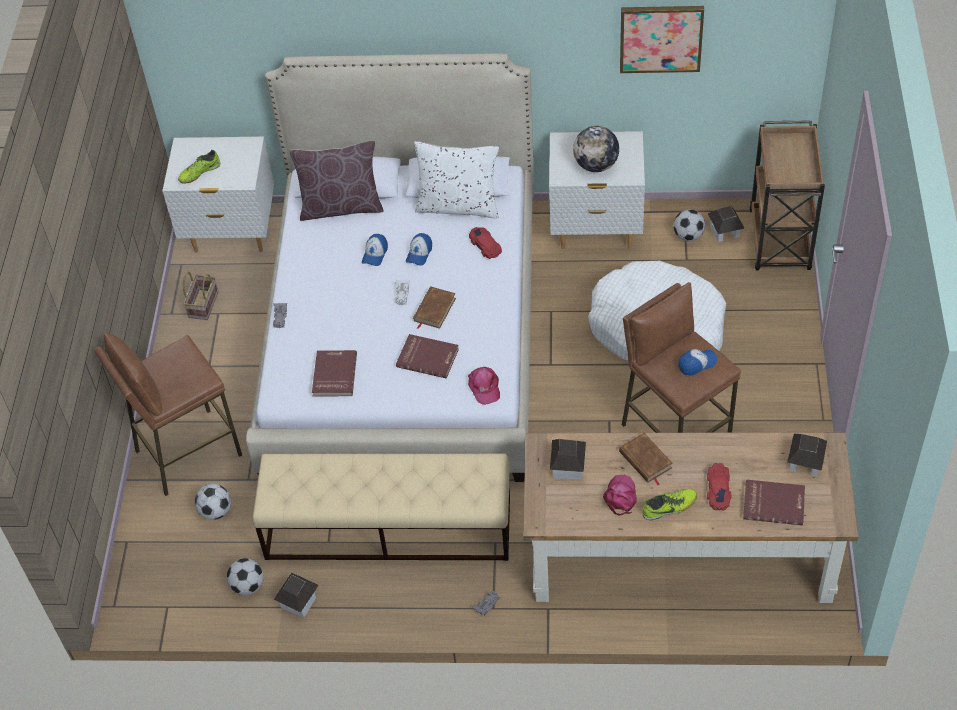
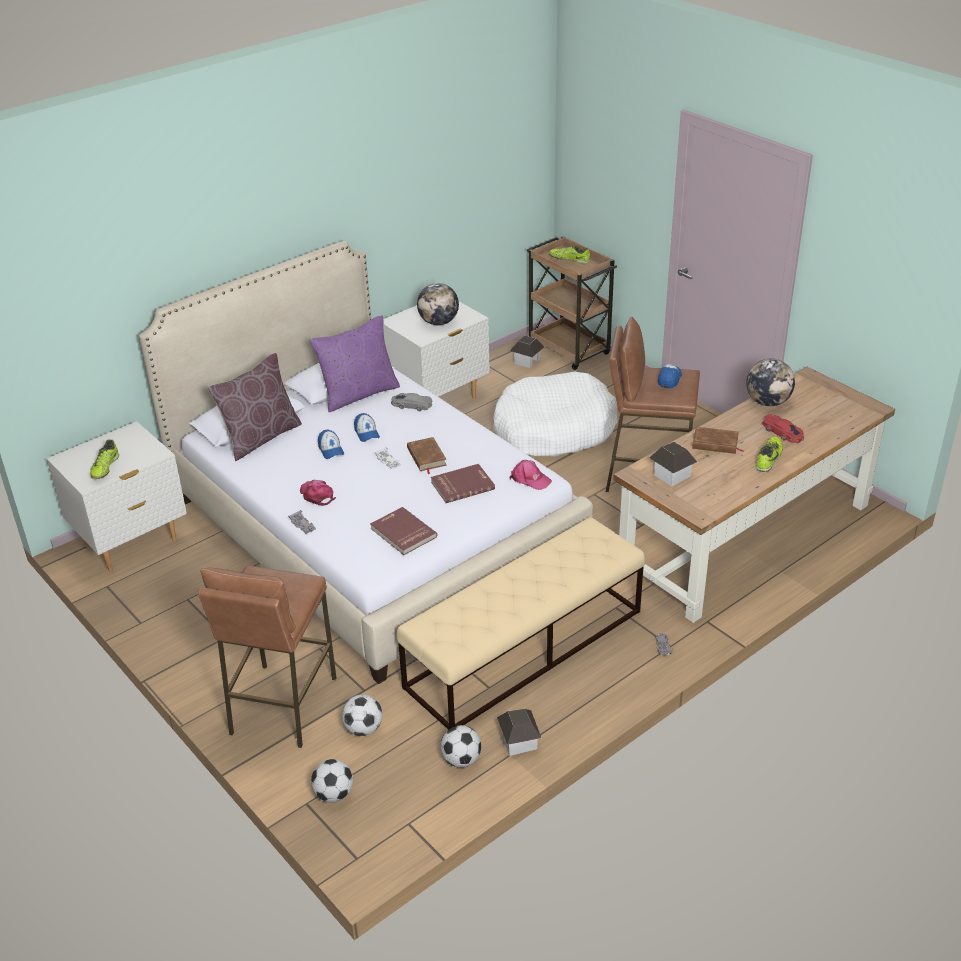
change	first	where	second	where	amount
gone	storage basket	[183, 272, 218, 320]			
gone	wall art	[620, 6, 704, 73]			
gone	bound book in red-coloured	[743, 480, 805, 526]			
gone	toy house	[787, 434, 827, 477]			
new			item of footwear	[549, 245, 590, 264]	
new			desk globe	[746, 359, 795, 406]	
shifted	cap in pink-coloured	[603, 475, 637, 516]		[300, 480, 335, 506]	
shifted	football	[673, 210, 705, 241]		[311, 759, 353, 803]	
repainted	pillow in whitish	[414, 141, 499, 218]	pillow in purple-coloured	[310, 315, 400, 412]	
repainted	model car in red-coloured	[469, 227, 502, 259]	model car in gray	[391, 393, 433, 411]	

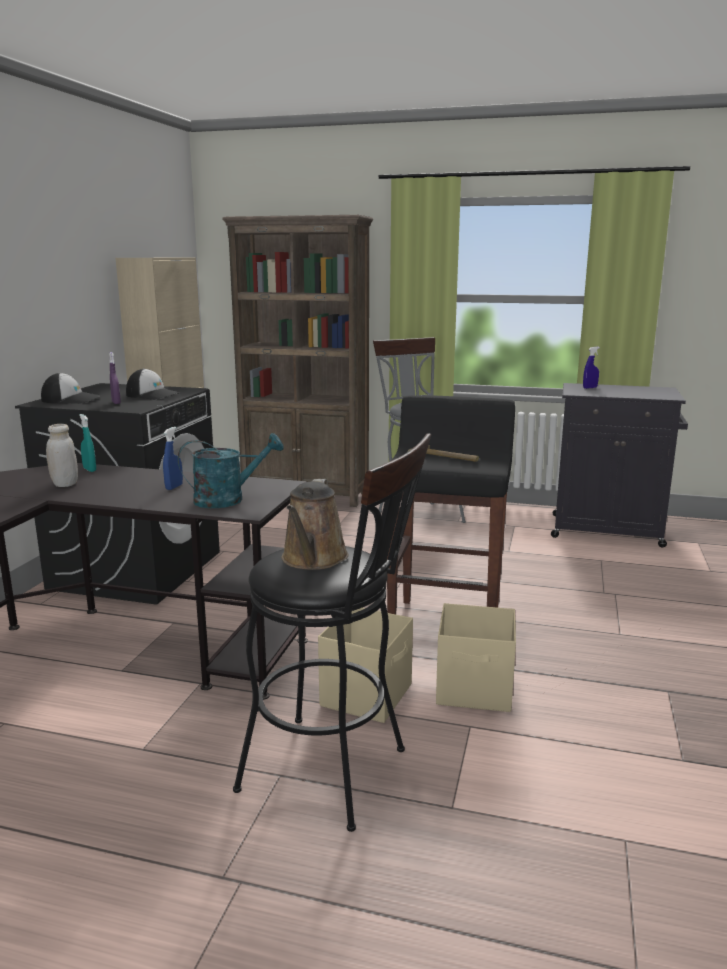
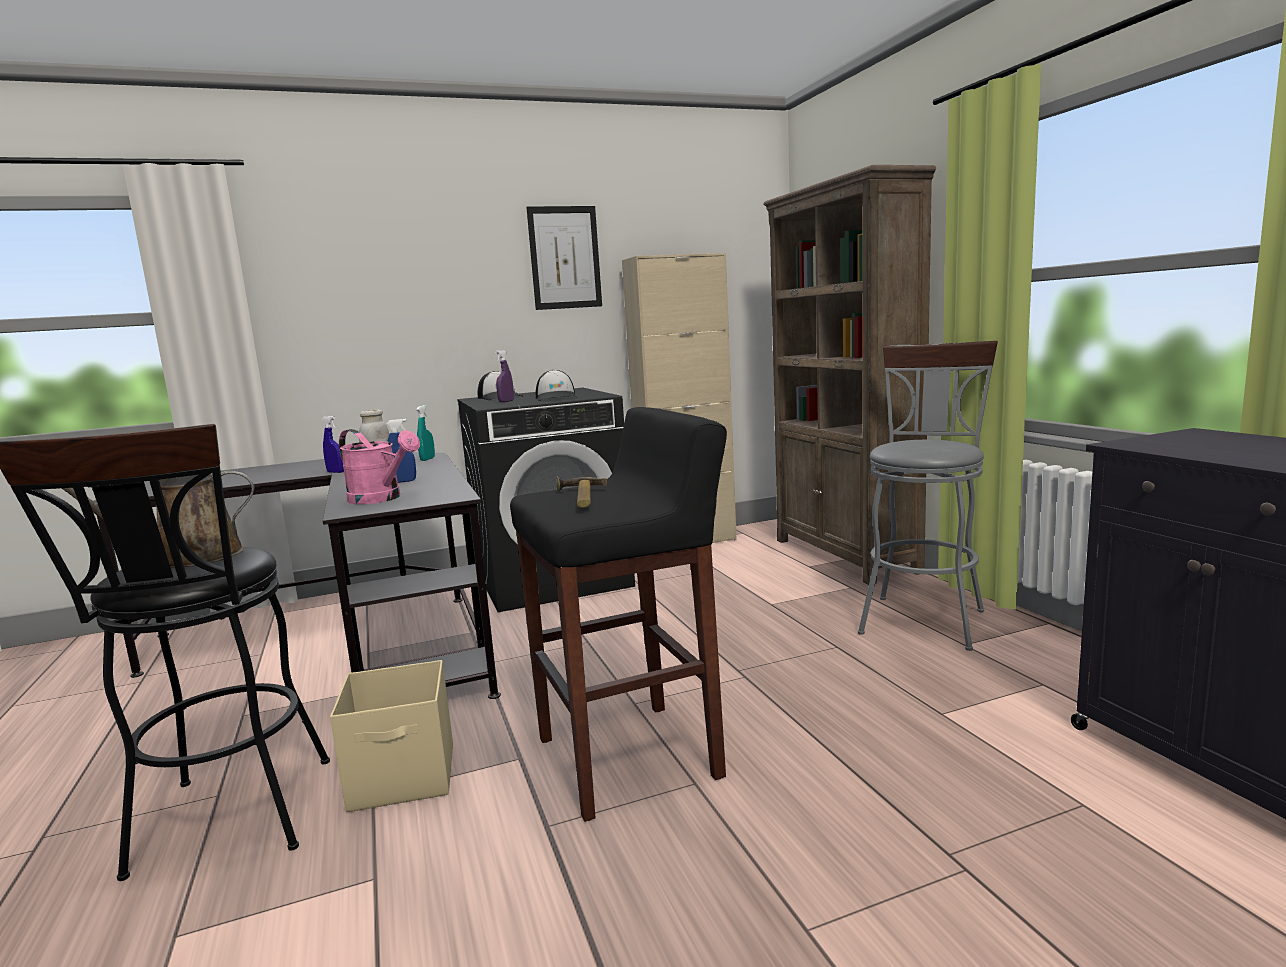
change	first	where	second	where	amount
gone	storage bin in beige	[436, 603, 516, 712]			
new			wall art	[526, 206, 602, 310]	
shifted	sprayer in blue	[583, 347, 600, 389]		[322, 416, 344, 473]	
repainted	watering can in blue-green	[178, 433, 284, 508]	watering can in pink-coloured	[339, 429, 420, 504]	

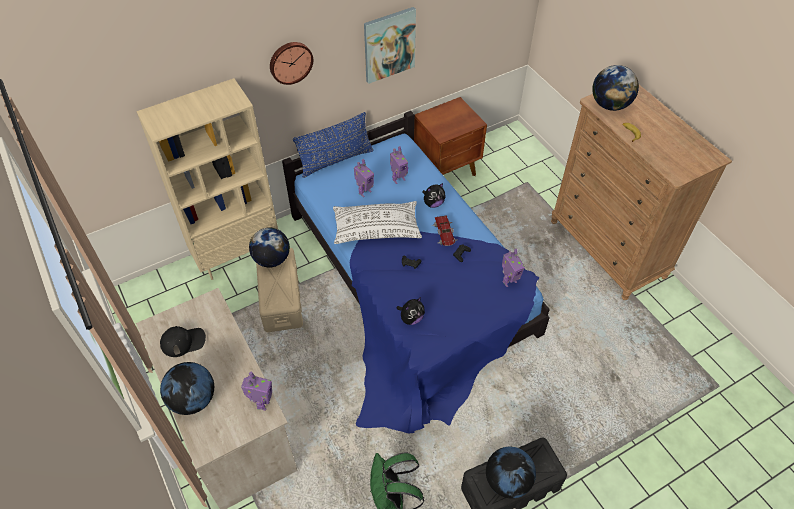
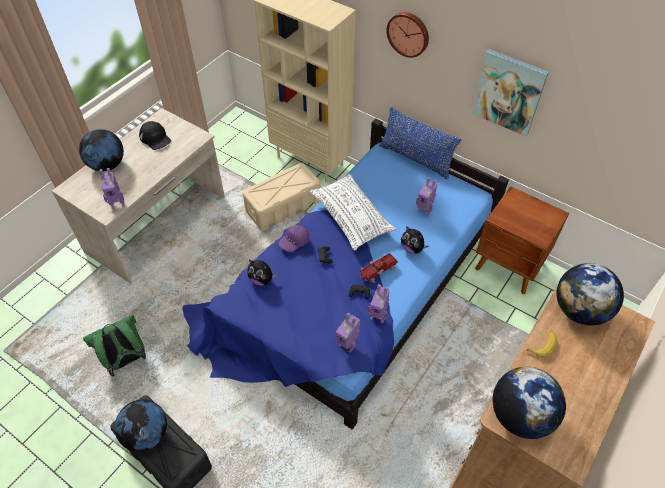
change	first	where	second	where	amount
new			cap in purple-coloured	[279, 225, 309, 252]	
shifted	desk globe	[249, 228, 290, 267]		[493, 367, 566, 439]	
shifted	toy robot	[354, 159, 374, 197]		[368, 284, 389, 323]	

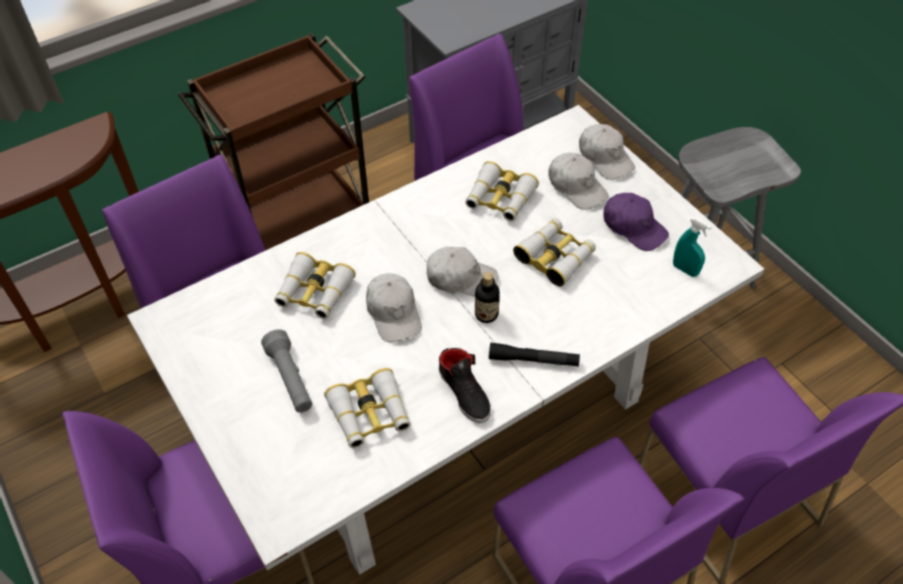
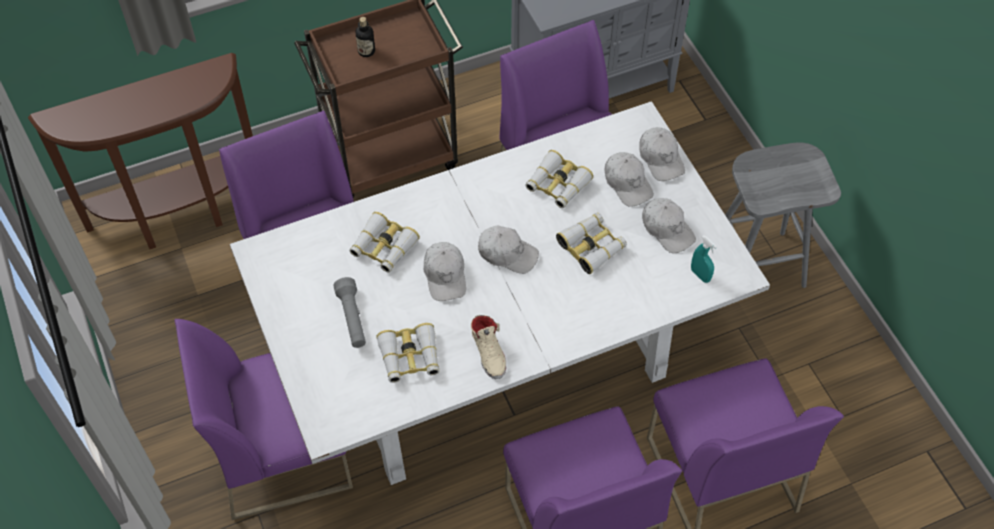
change	first	where	second	where	amount
gone	flashlight in blackish	[489, 342, 580, 367]			
shifted	drink bottle	[475, 272, 500, 323]		[355, 17, 375, 57]	
repainted	item of footwear in blackish	[439, 348, 491, 423]	item of footwear in beige	[471, 315, 506, 379]	
repainted	cap in purple-coloured	[603, 193, 669, 251]	cap in whitish	[642, 198, 696, 253]	

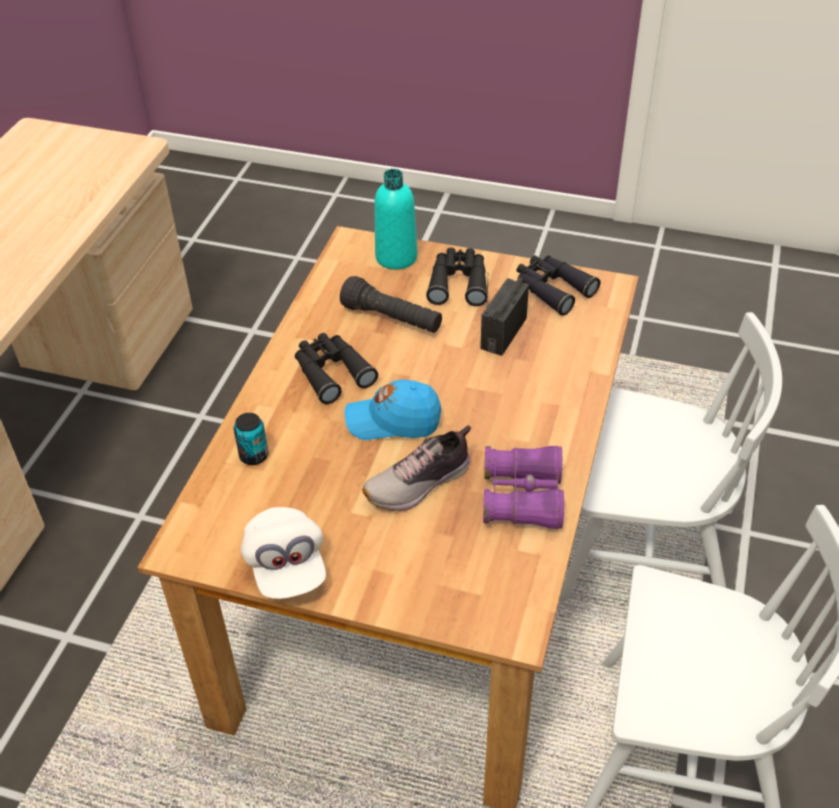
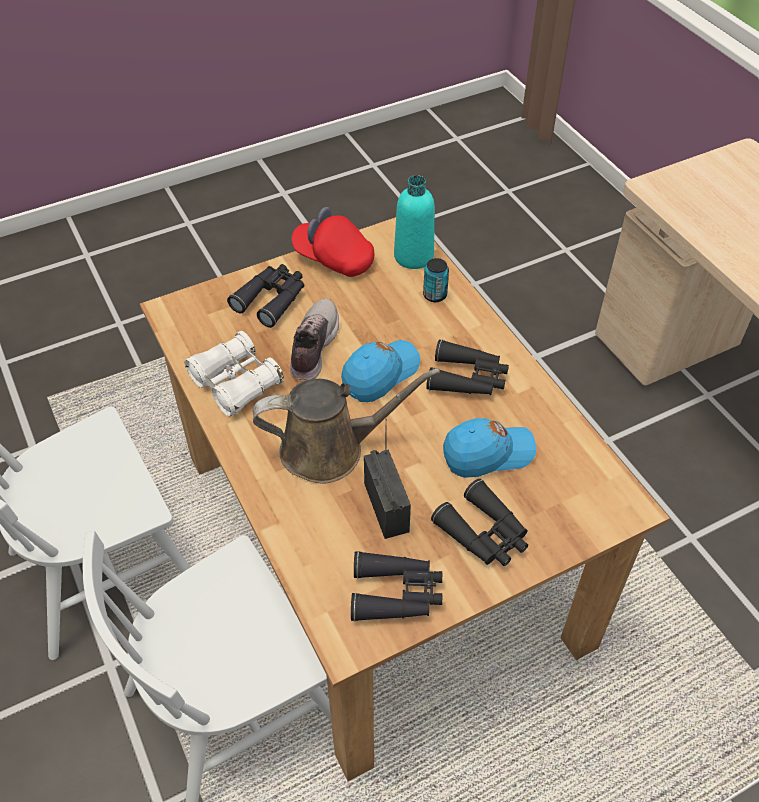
change	first	where	second	where	amount
new			field glasses in blackish	[227, 264, 304, 328]	
new			watering can in brownish	[253, 368, 440, 484]	
shifted	drink bottle in blue-green	[374, 169, 418, 269]		[394, 175, 435, 269]	
swapped	flashlight in blackish	[340, 276, 442, 333]	cap in blue	[443, 418, 536, 478]	
repainted	cap in whitish	[241, 507, 326, 599]	cap in red-coloured	[292, 207, 374, 277]	
repainted	field glasses in purple-coloured	[483, 446, 564, 529]	field glasses in whitish	[185, 331, 284, 417]	

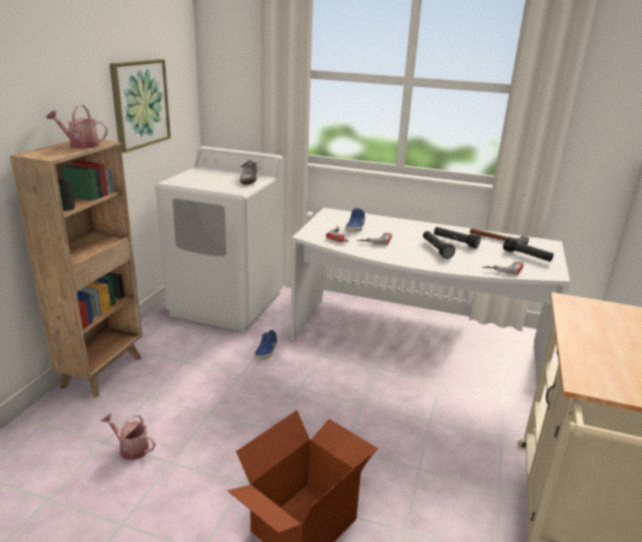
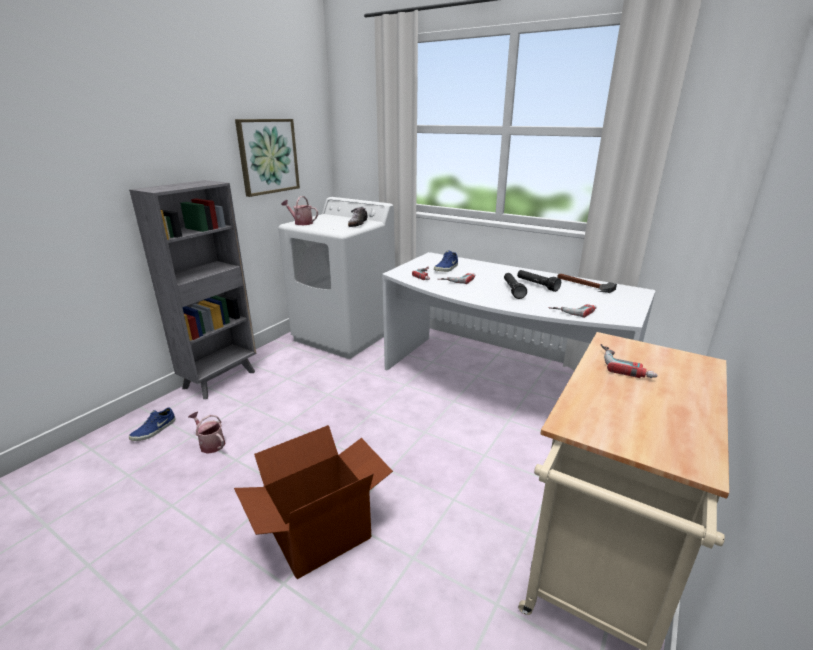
change	first	where	second	where	amount
gone	flashlight in blackish	[503, 237, 554, 262]			
new			drill	[601, 344, 658, 378]	
shifted	watering can	[46, 104, 108, 149]		[281, 196, 318, 225]	
shifted	item of footwear in blue	[254, 330, 277, 360]		[129, 407, 176, 441]	
repainted	bookcase in brownish	[10, 139, 143, 398]	bookcase in gray	[129, 180, 256, 399]	

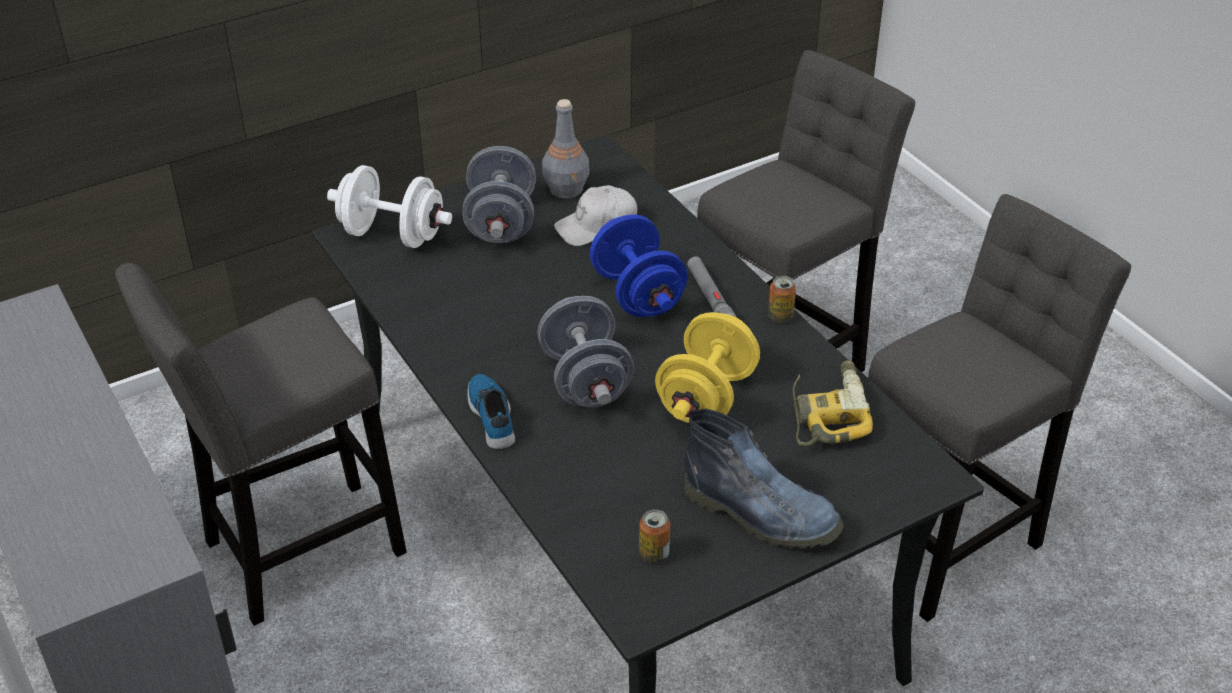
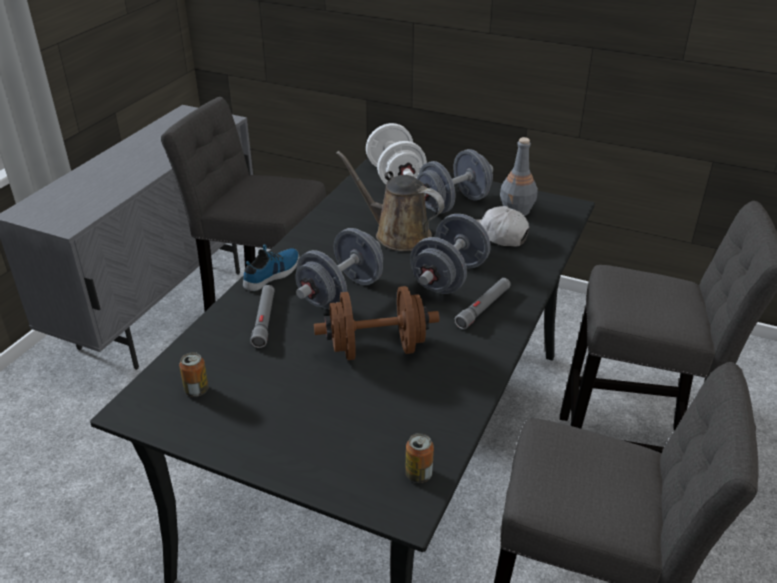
change	first	where	second	where	amount
gone	tall boot	[684, 408, 844, 549]			
gone	drill	[793, 360, 873, 446]			
new			flashlight in gray	[250, 285, 275, 348]	
new			watering can in brownish	[336, 151, 445, 251]	
shifted	metal can	[768, 276, 796, 323]		[405, 433, 434, 483]	
repainted	dumbbell in blue	[590, 215, 687, 317]	dumbbell in gray	[410, 214, 491, 294]	
repainted	dumbbell in yellow-coloured	[655, 312, 760, 423]	dumbbell in brownish	[314, 286, 439, 360]	

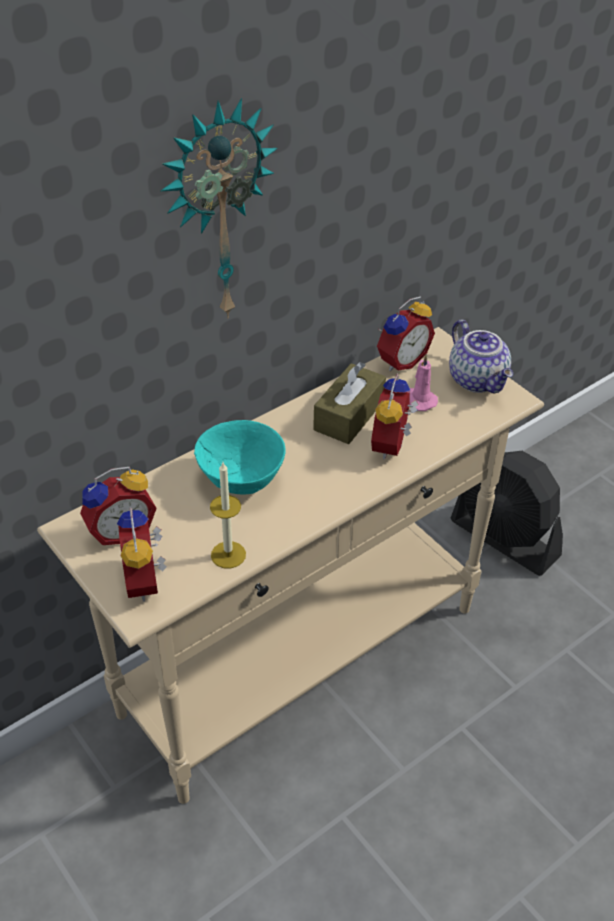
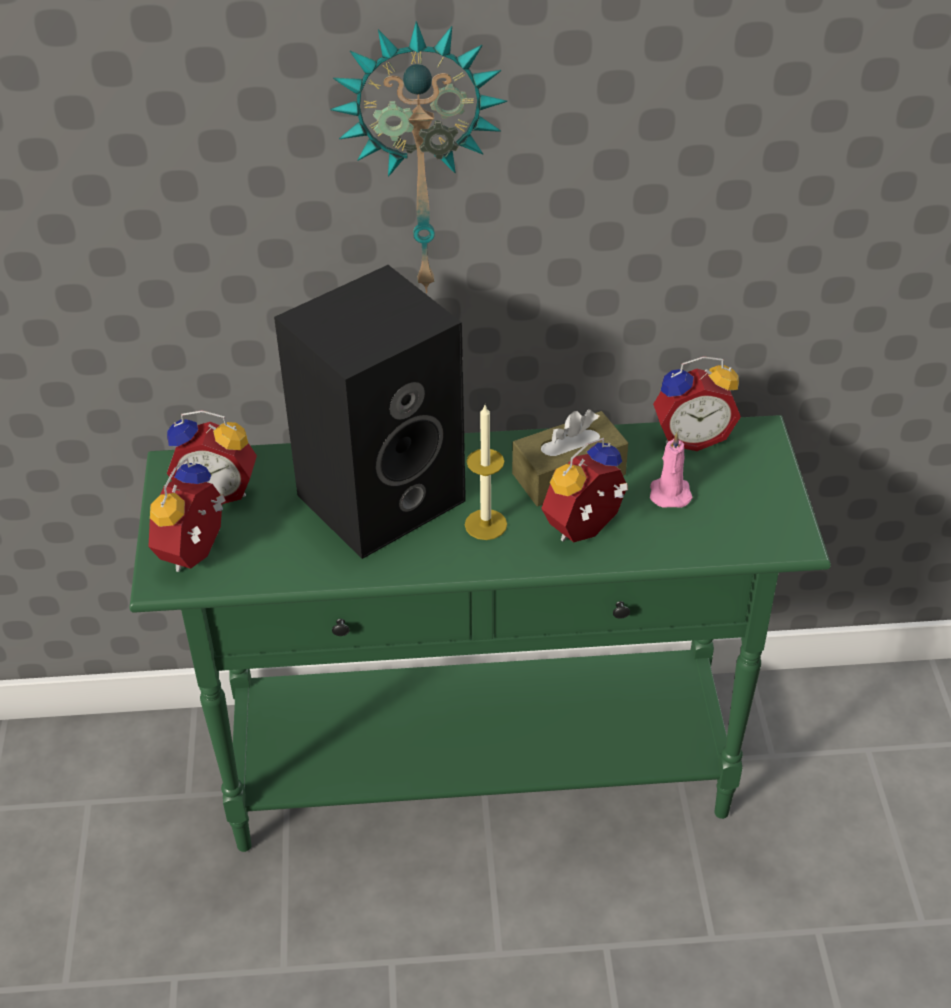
change	first	where	second	where	amount
gone	teapot	[449, 319, 513, 393]			
gone	electric fan in blackish	[451, 451, 563, 576]			
shifted	wax light	[210, 462, 246, 568]		[465, 405, 507, 540]	
swapped	bowl in blue-green	[194, 420, 286, 495]	audio speaker in blackish	[274, 265, 466, 559]	
repainted	narrow table in beige	[37, 327, 544, 804]	narrow table in green-coloured	[129, 415, 831, 852]	

